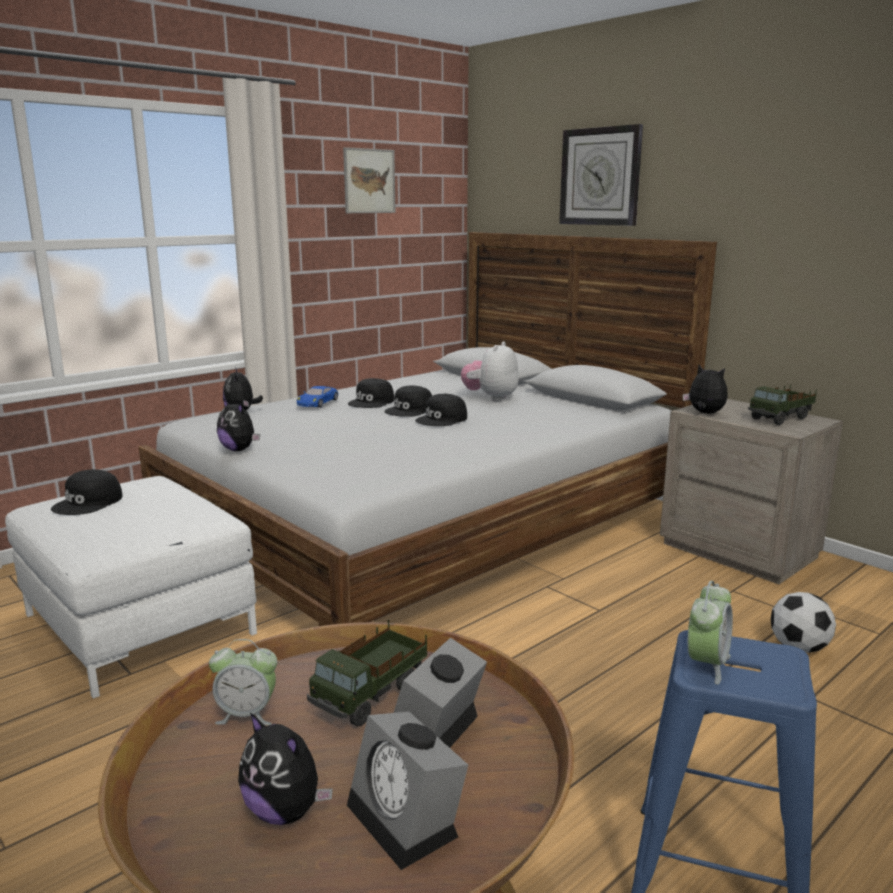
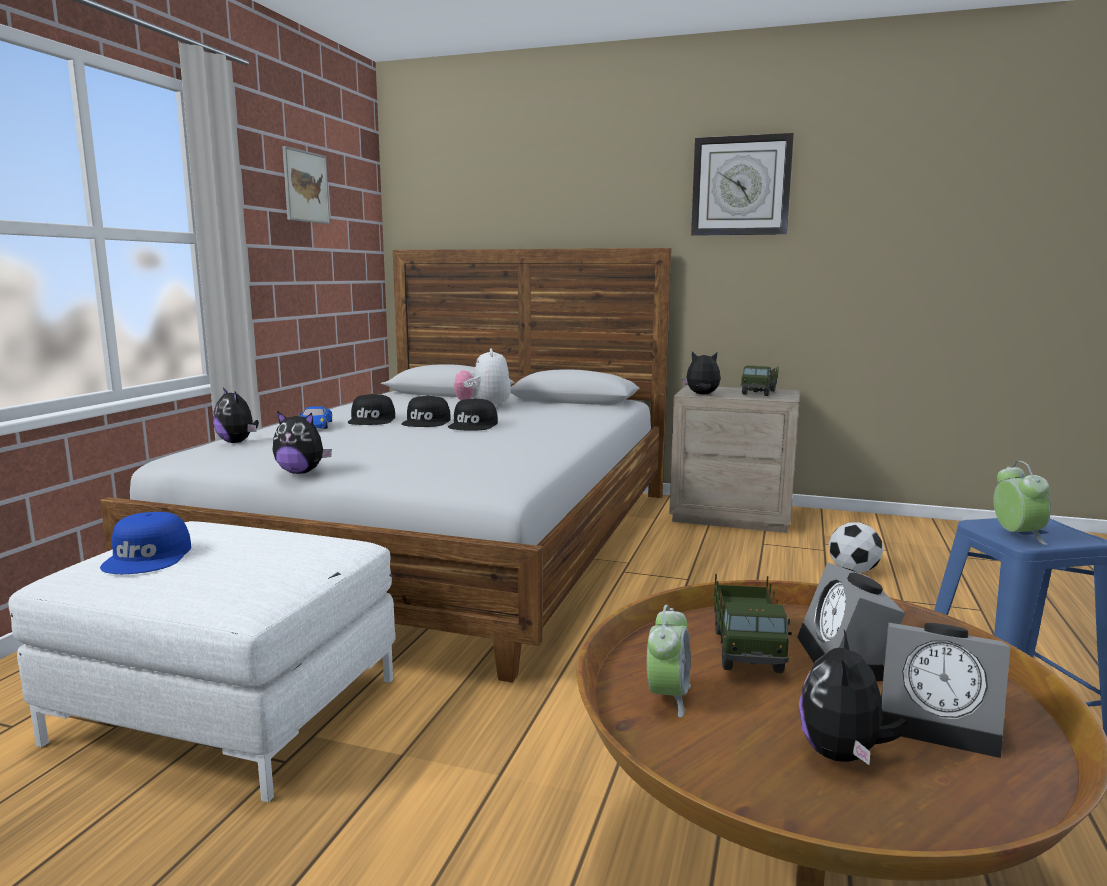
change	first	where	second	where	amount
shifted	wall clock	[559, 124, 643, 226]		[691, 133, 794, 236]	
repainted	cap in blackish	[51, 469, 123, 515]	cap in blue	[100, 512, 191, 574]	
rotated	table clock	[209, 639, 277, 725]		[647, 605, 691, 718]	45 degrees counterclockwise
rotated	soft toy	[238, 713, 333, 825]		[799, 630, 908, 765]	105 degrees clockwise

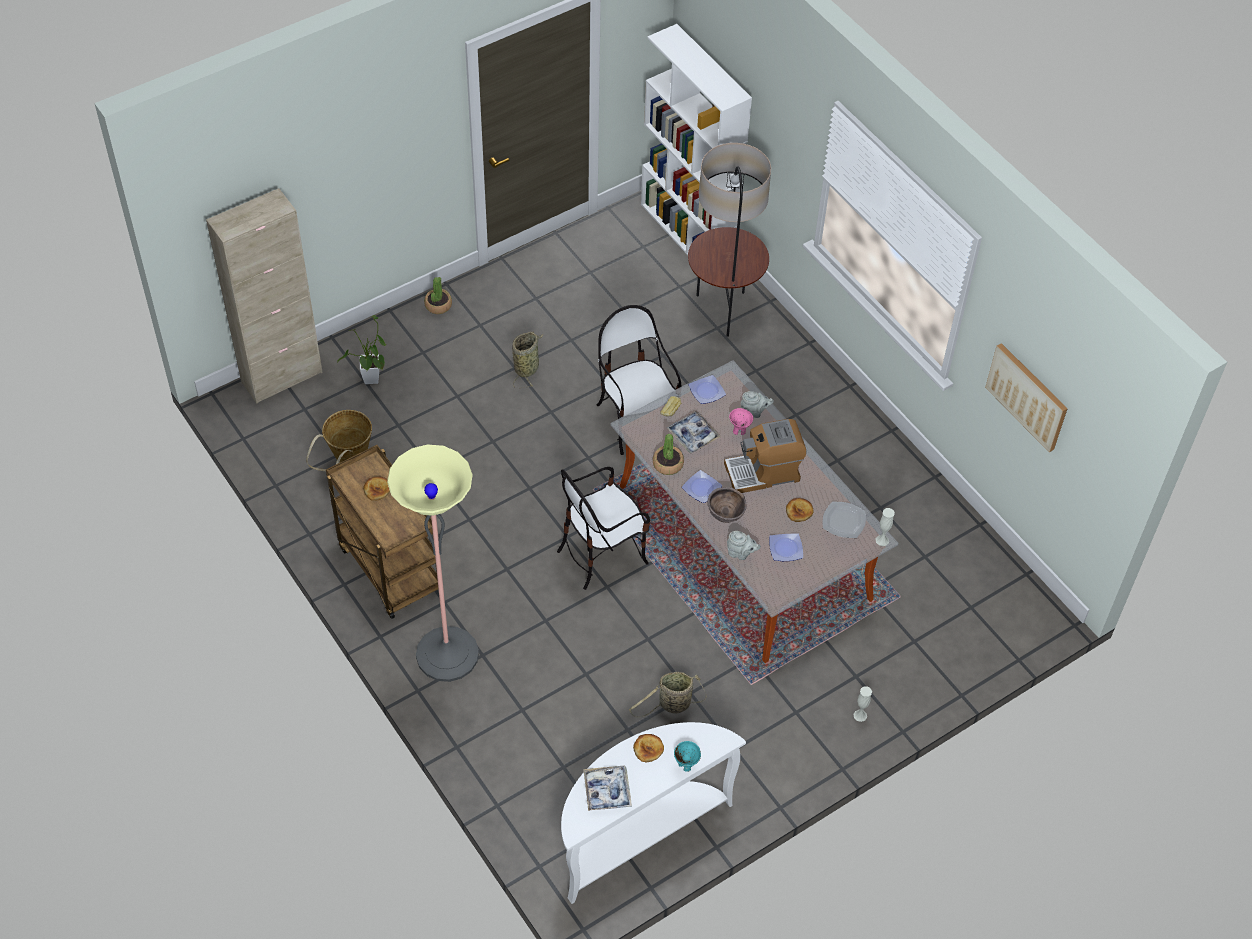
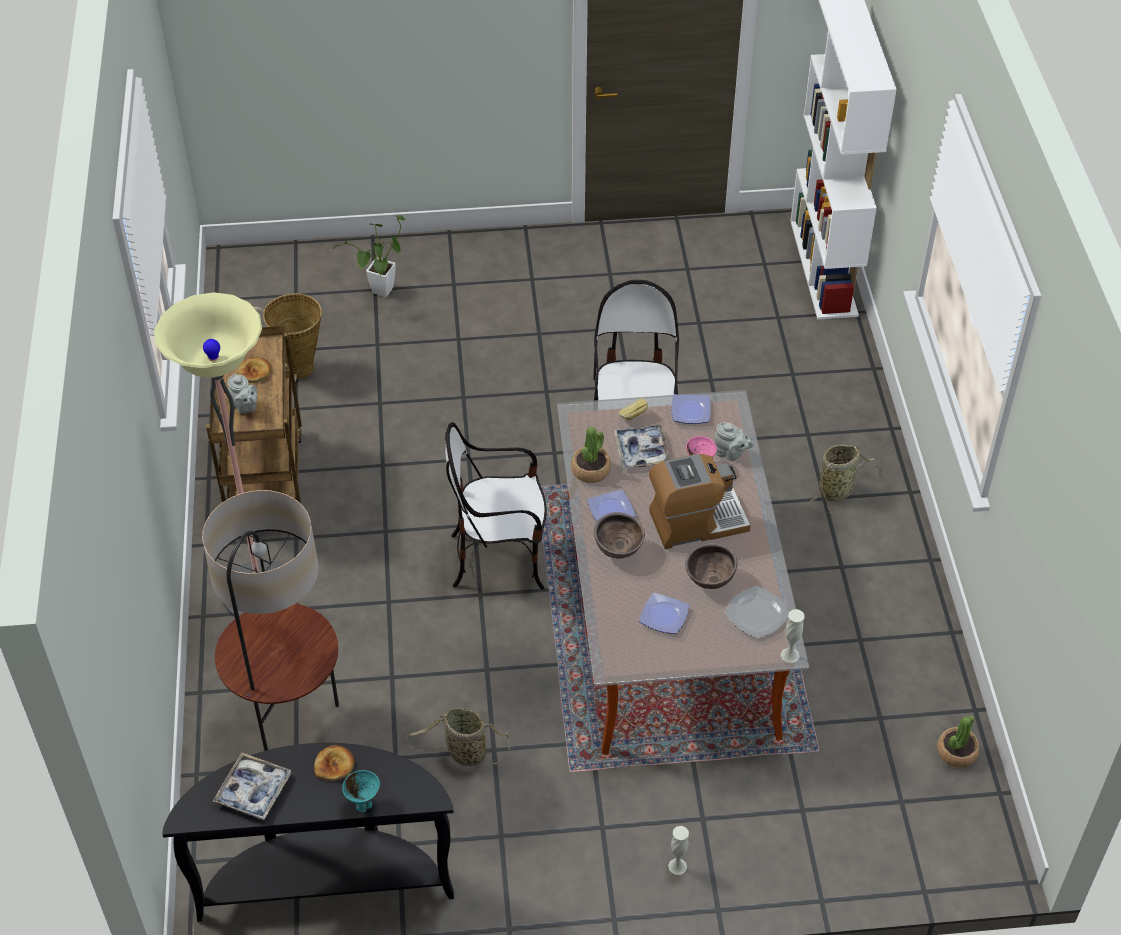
change	first	where	second	where	amount
gone	cupboard in beige	[206, 188, 323, 404]			
gone	wall art	[985, 343, 1068, 452]			
shifted	plant in a pot	[424, 277, 452, 314]		[937, 716, 980, 768]	
shifted	storage basket	[512, 332, 543, 388]		[808, 444, 875, 513]	
shifted	floor lamp	[688, 143, 771, 337]		[202, 490, 339, 751]	
shifted	teapot in gray	[727, 531, 761, 560]		[227, 373, 258, 414]	
swapped	baked bread	[786, 498, 814, 522]	bowl in brownish	[685, 543, 738, 589]	
repainted	narrow table in whitish	[561, 722, 746, 904]	narrow table in blackish	[162, 743, 454, 922]	
rotated	coffee brewer	[724, 419, 806, 493]		[649, 453, 751, 549]	150 degrees clockwise

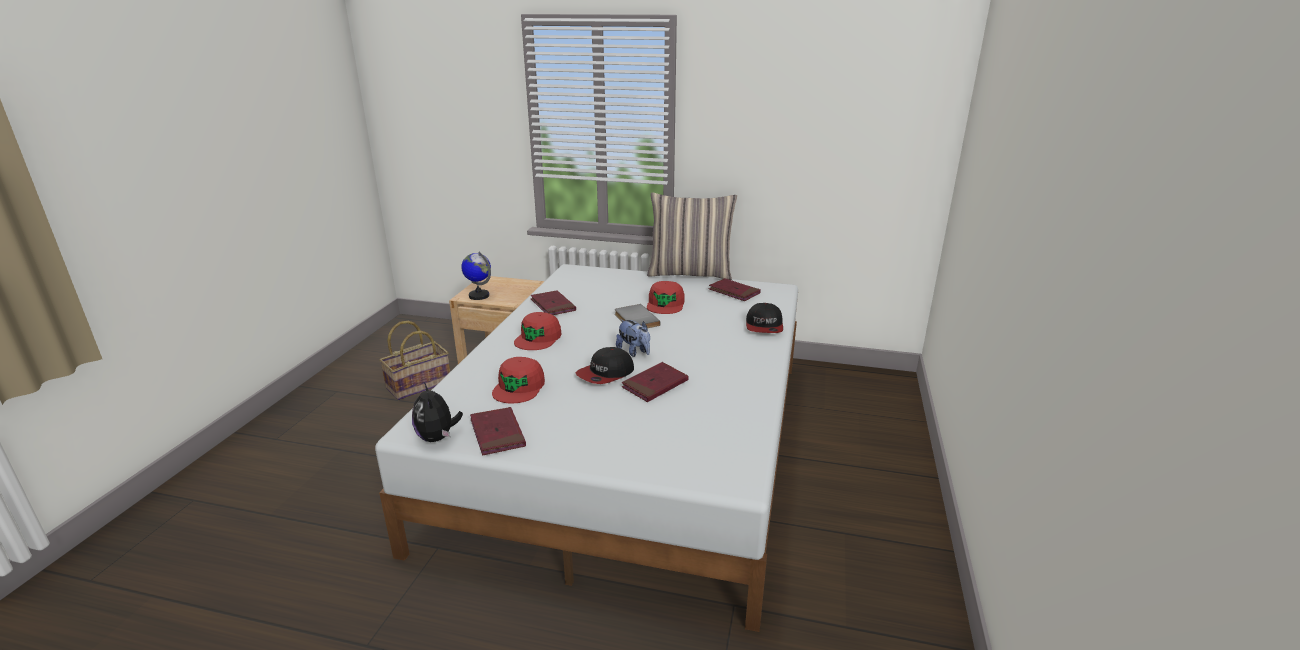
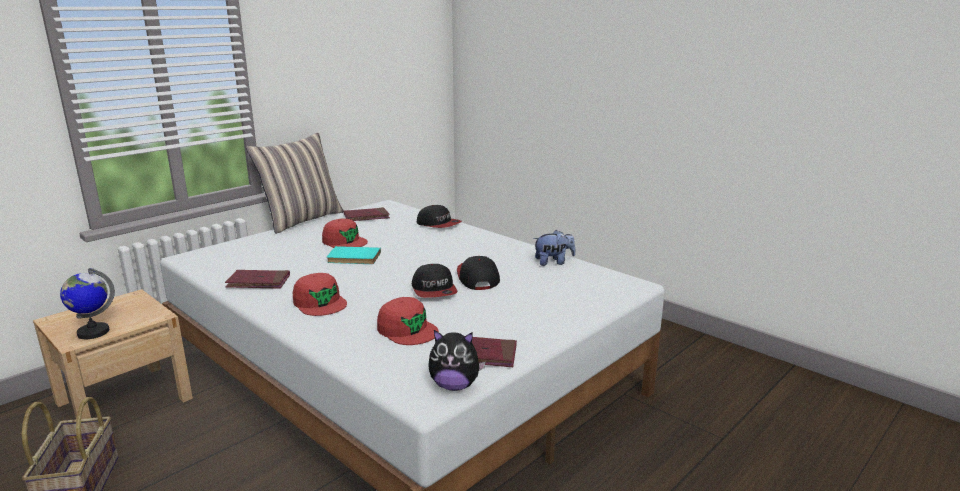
change	first	where	second	where	amount
shifted	soft toy	[616, 319, 650, 357]		[533, 230, 575, 266]	
swapped	bound book in red-coloured	[622, 362, 689, 402]	cap	[457, 256, 500, 290]	
repainted	bound book in gray	[615, 304, 660, 328]	bound book in blue-green	[327, 246, 381, 264]	

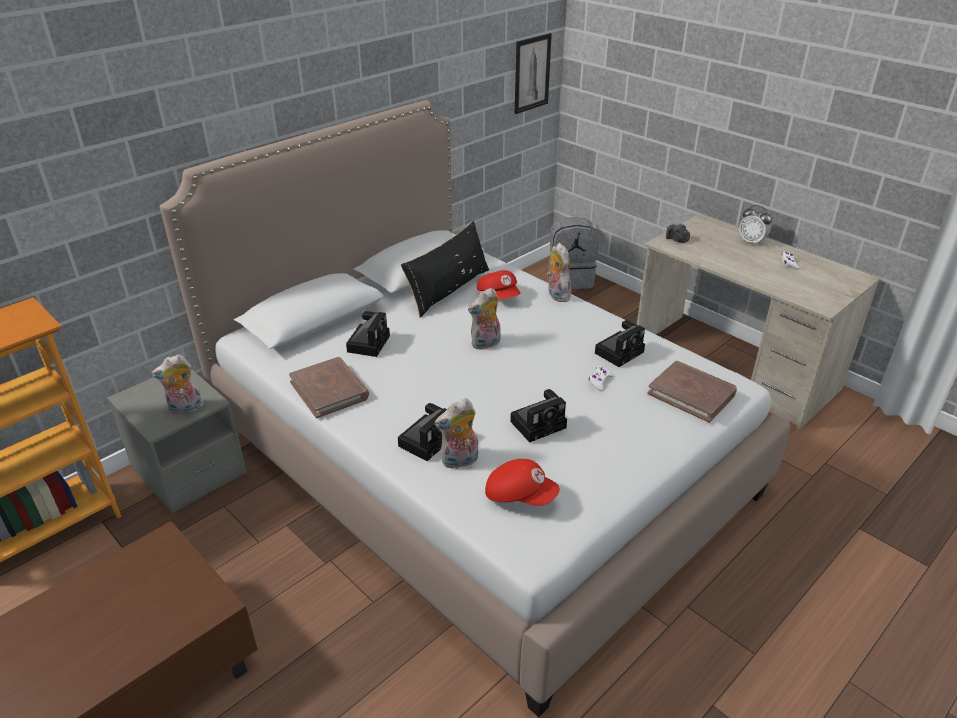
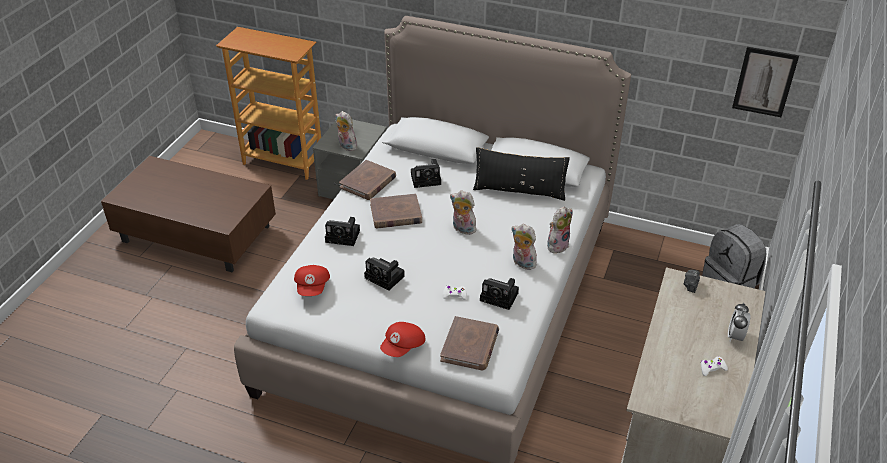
change	first	where	second	where	amount
new			bound book in brownish	[370, 193, 422, 229]	
shifted	soft toy	[434, 398, 478, 470]		[512, 224, 538, 270]	
shifted	cap in red-coloured	[477, 270, 520, 299]		[380, 322, 425, 357]	

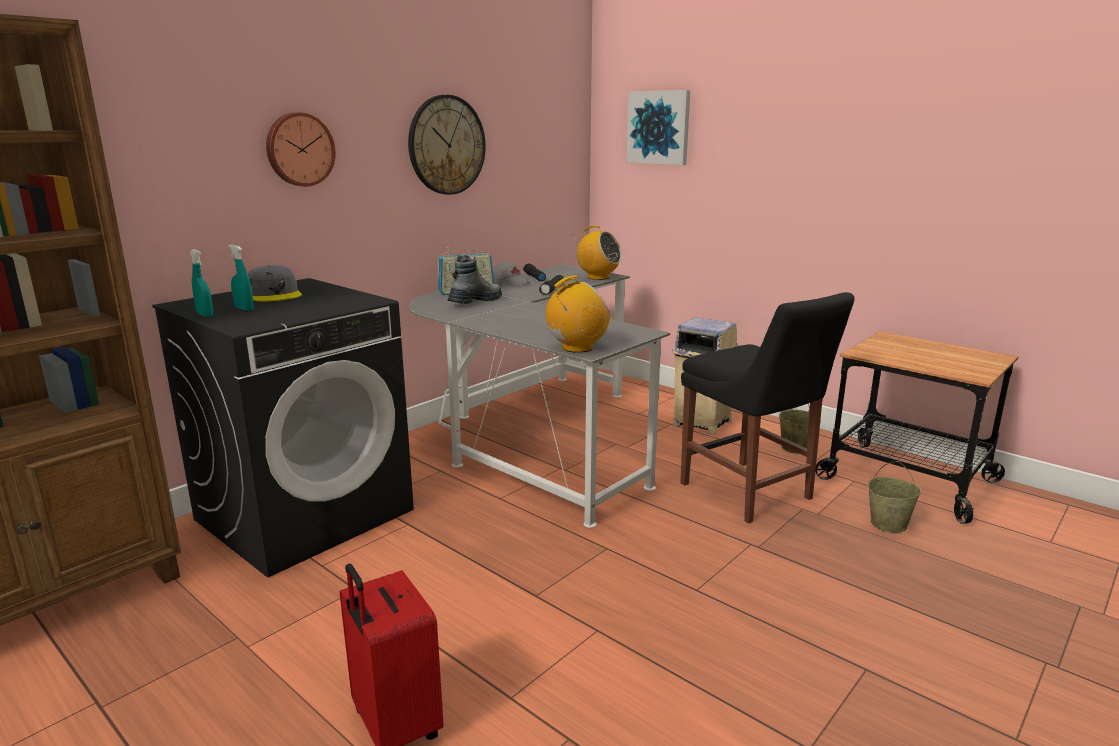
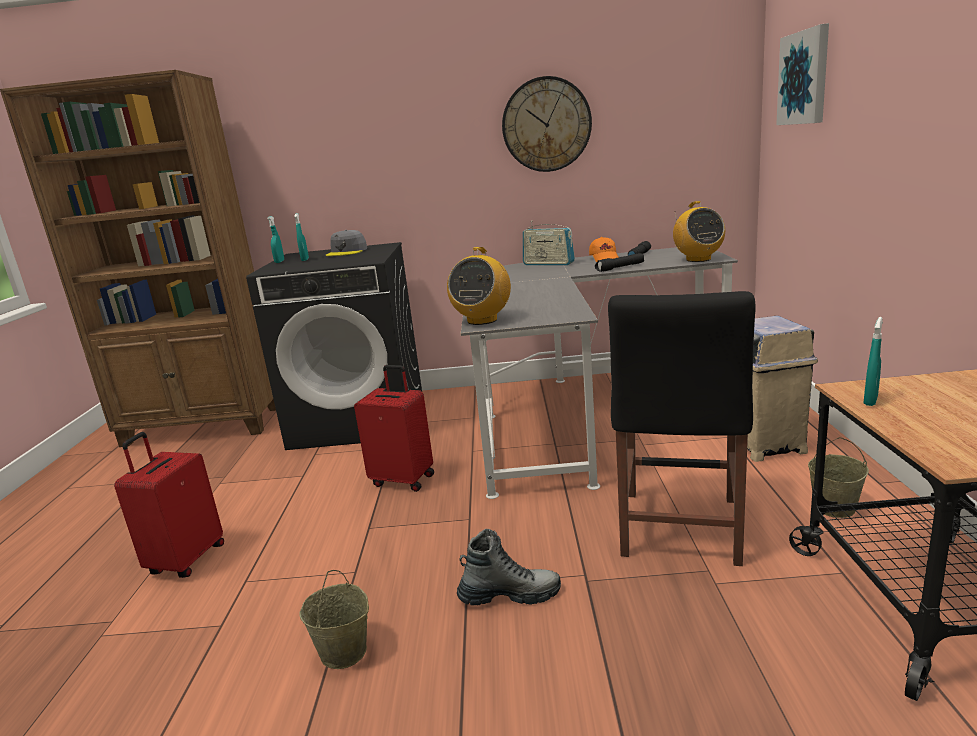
change	first	where	second	where	amount
gone	wall clock	[266, 112, 336, 187]			
new			travel case in red-coloured	[354, 365, 434, 492]	
new			sprayer in blue-green	[864, 317, 883, 406]	
shifted	tall boot	[447, 255, 502, 304]		[457, 529, 561, 606]	
shifted	bucket in beige	[868, 461, 921, 533]		[300, 570, 369, 669]	
repainted	cap in gray	[493, 261, 530, 287]	cap in orange	[589, 237, 618, 262]	
rotated	radio receiver	[546, 276, 611, 353]		[447, 247, 511, 325]	90 degrees clockwise

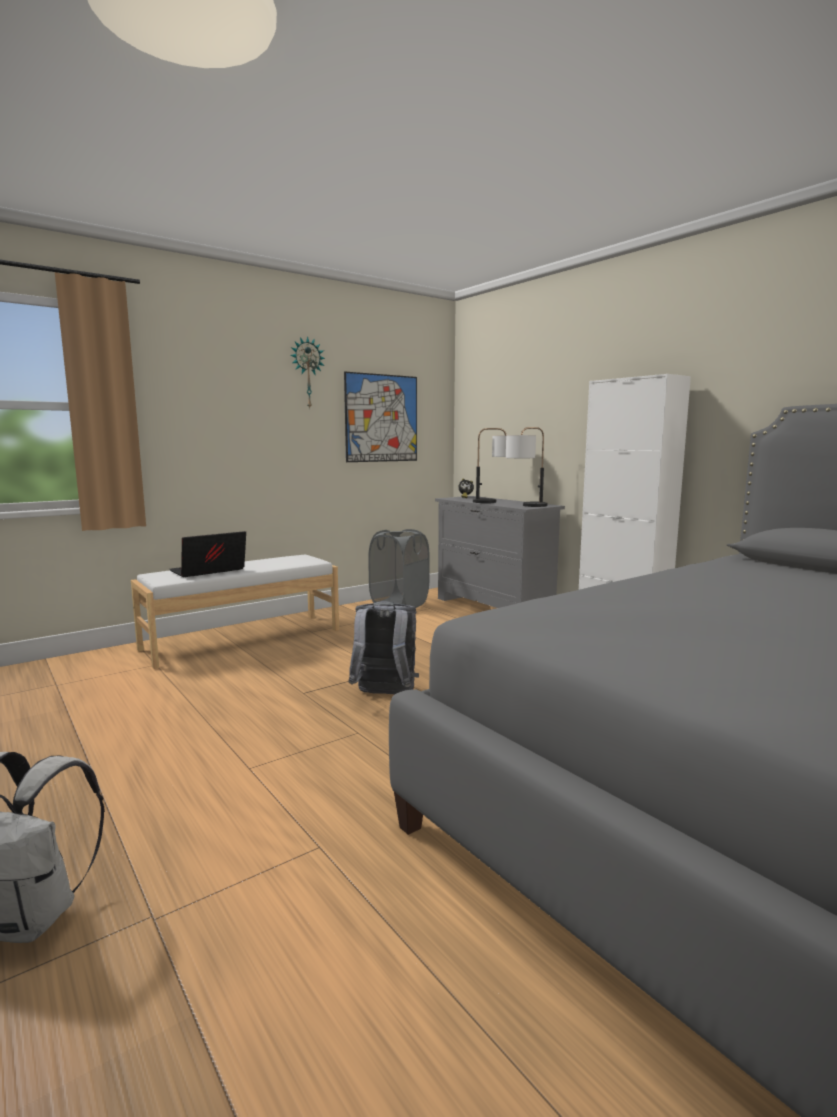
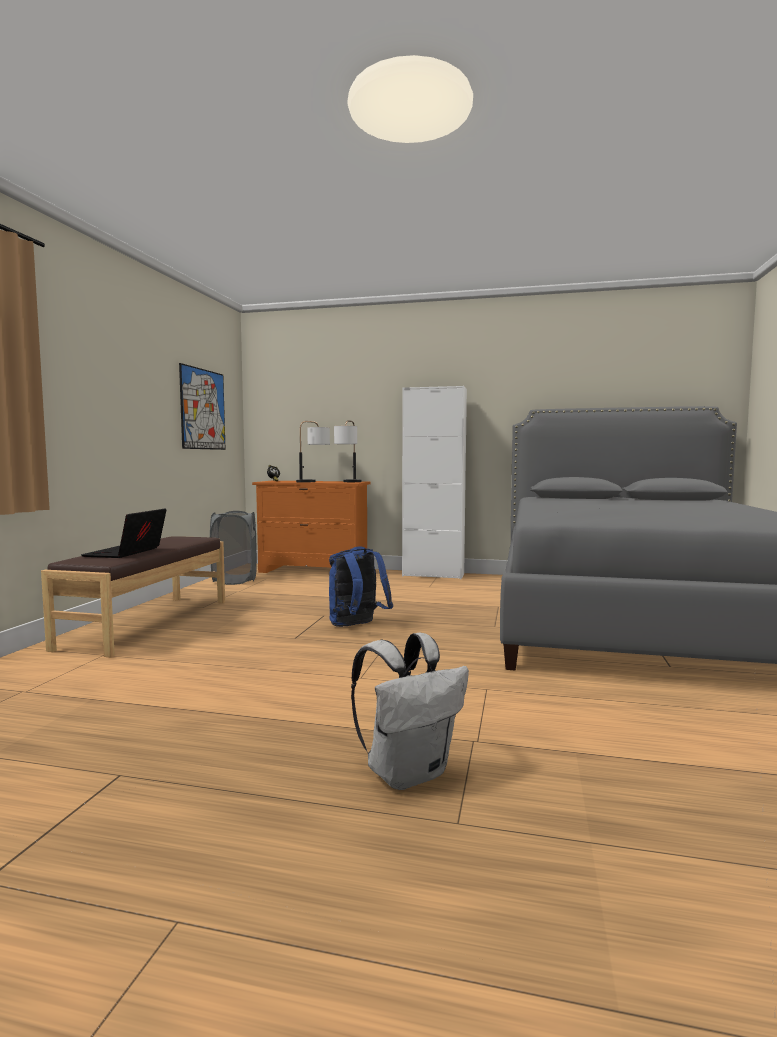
change	first	where	second	where	amount
gone	wall clock	[290, 336, 325, 408]			
repainted	indoor bench in whitish	[131, 555, 339, 669]	indoor bench in brownish	[41, 536, 225, 658]	
repainted	rucksack in gray	[348, 601, 419, 695]	rucksack in blue	[329, 546, 393, 627]	
repainted	drawer chest in gray	[435, 496, 565, 608]	drawer chest in orange	[252, 481, 371, 573]	

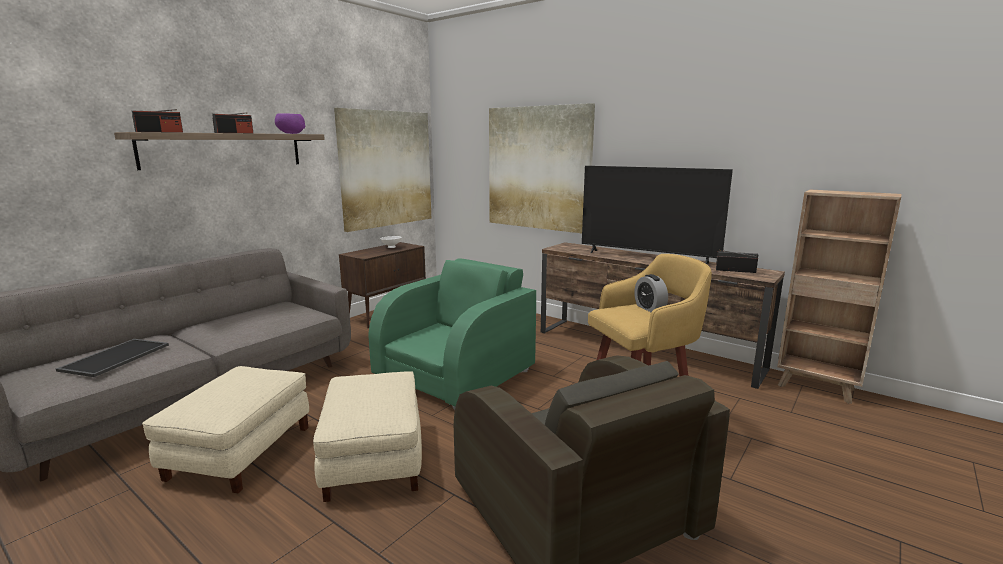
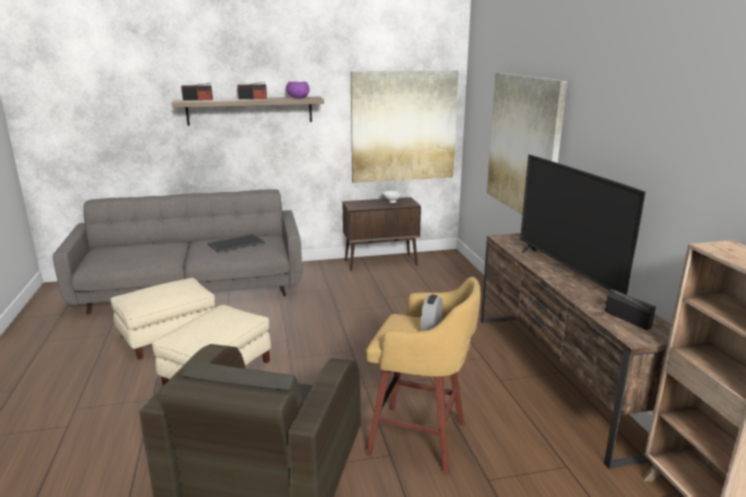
change	first	where	second	where	amount
gone	armchair in green-coloured	[368, 258, 536, 410]			
shifted	carrying tray	[56, 339, 169, 377]		[207, 234, 265, 252]	

